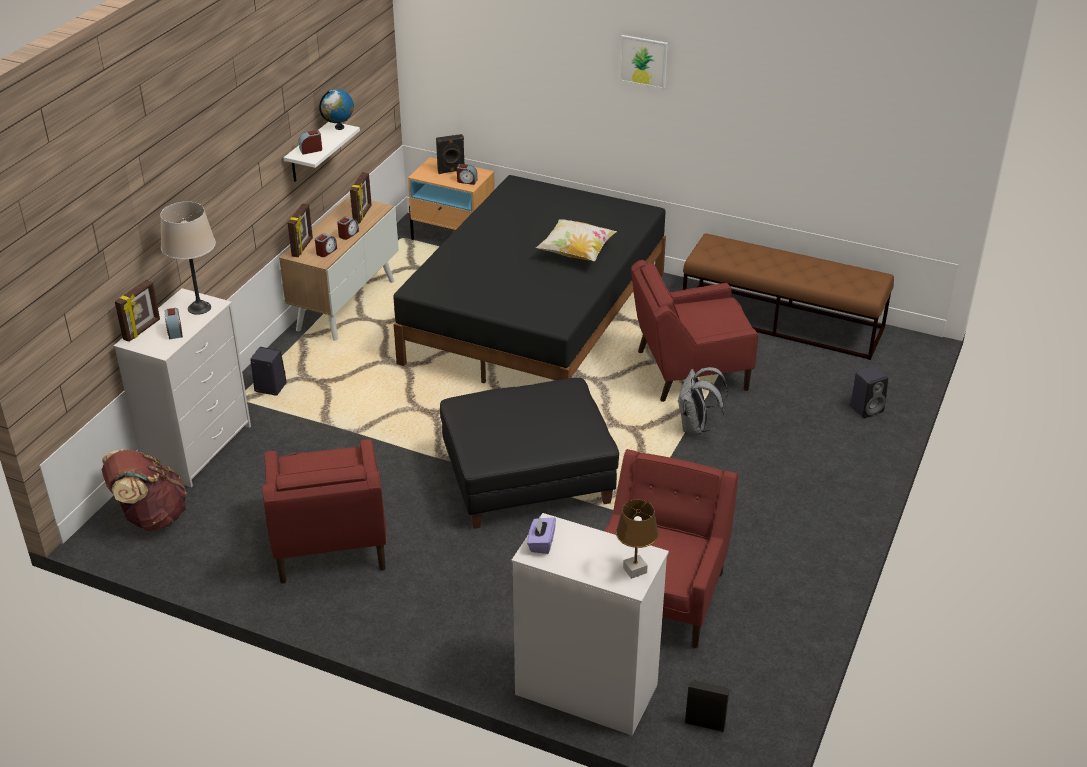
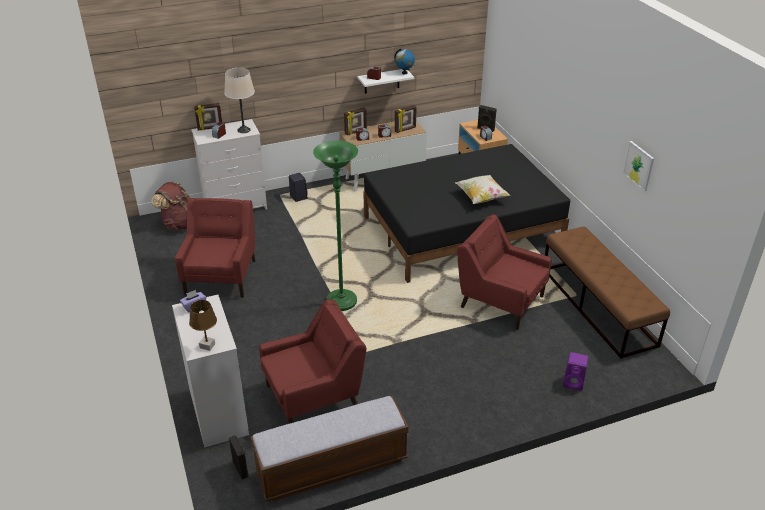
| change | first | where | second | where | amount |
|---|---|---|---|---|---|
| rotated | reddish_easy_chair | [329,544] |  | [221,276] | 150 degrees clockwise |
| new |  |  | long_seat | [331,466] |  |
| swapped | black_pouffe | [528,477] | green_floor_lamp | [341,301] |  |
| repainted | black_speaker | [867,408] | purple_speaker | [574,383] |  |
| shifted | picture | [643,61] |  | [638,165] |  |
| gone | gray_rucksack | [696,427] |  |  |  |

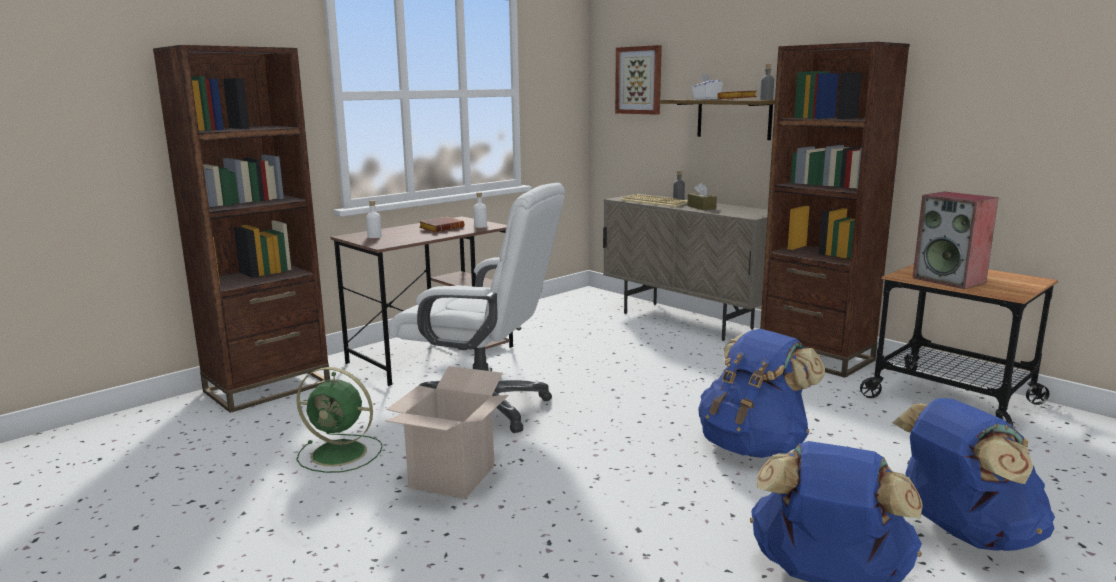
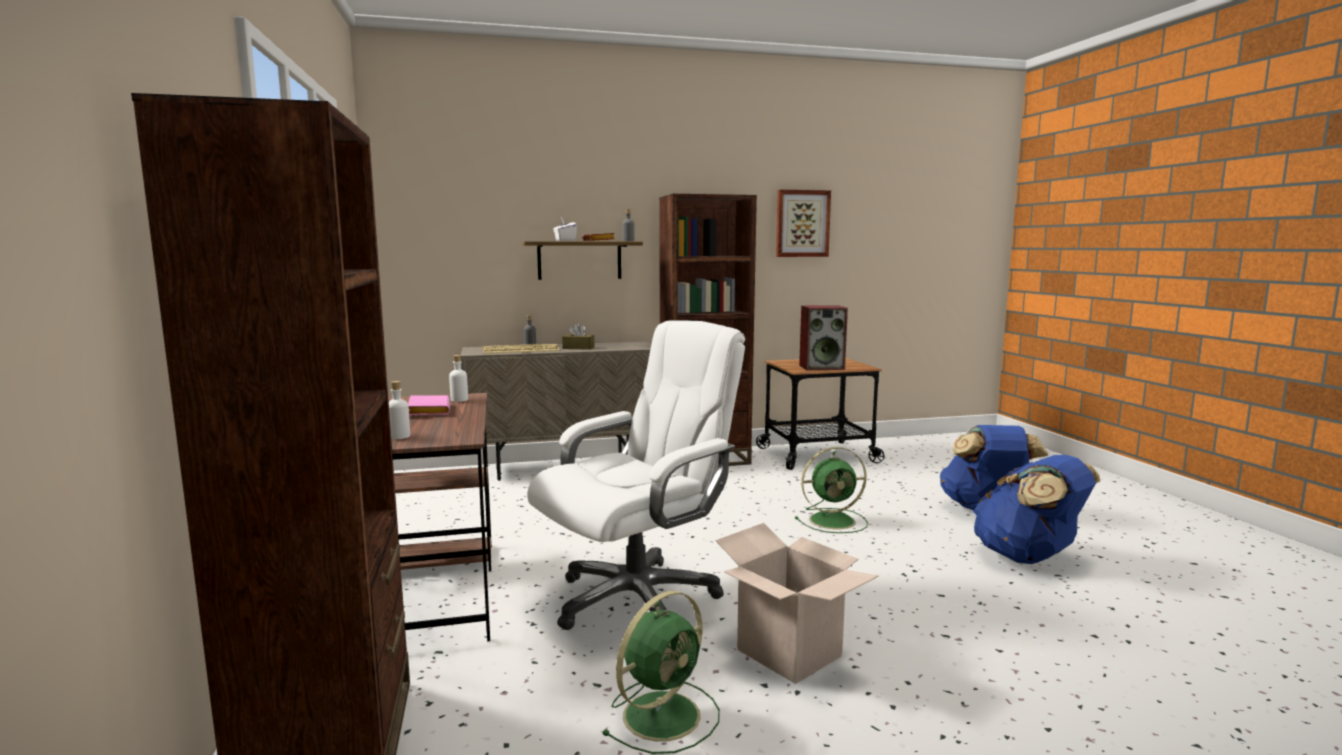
| change | first | where | second | where | amount |
|---|---|---|---|---|---|
| repainted | brown-coloured_volume | [442,228] | pink_volume | [427,410] |  |
| shifted | picture | [639,80] |  | [802,223] |  |
| swapped | blue_rucksack | [753,446] | green_electric_fan | [834,520] |  |

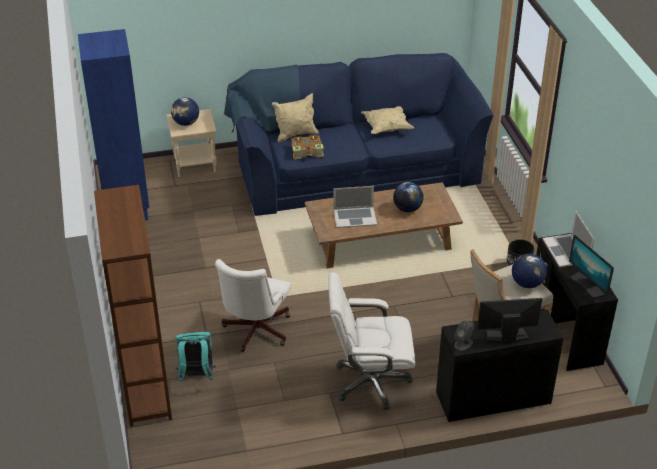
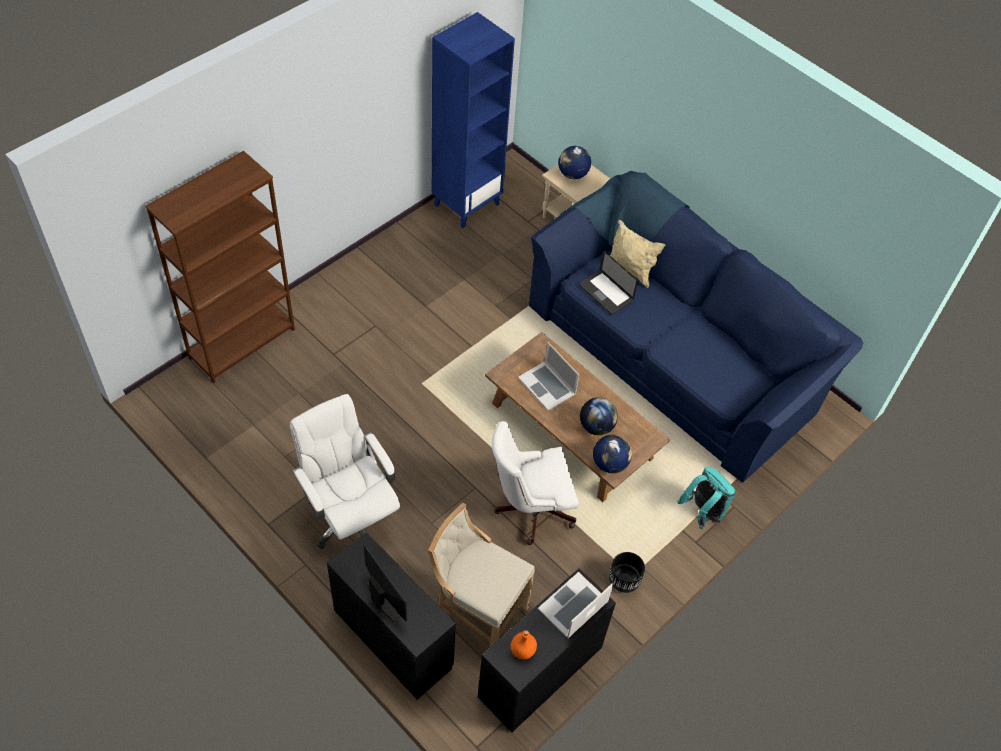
| change | first | where | second | where | amount |
|---|---|---|---|---|---|
| shifted | white-coloured_computer_chair | [254,332] |  | [529,509] |  |
| swapped | monitor | [587,285] | orange_drink_bottle | [523,650] |  |
| swapped | volume | [307,152] | notebook_computer | [605,293] |  |
| shifted | desk_globe | [527,283] |  | [610,463] |  |
| shifted | blue-green_rucksack | [196,376] |  | [702,512] |  |
| gone | beige-coloured_cushion | [386,128] |  |  |  |
| gone | gray_speaker | [463,344] |  |  |  |

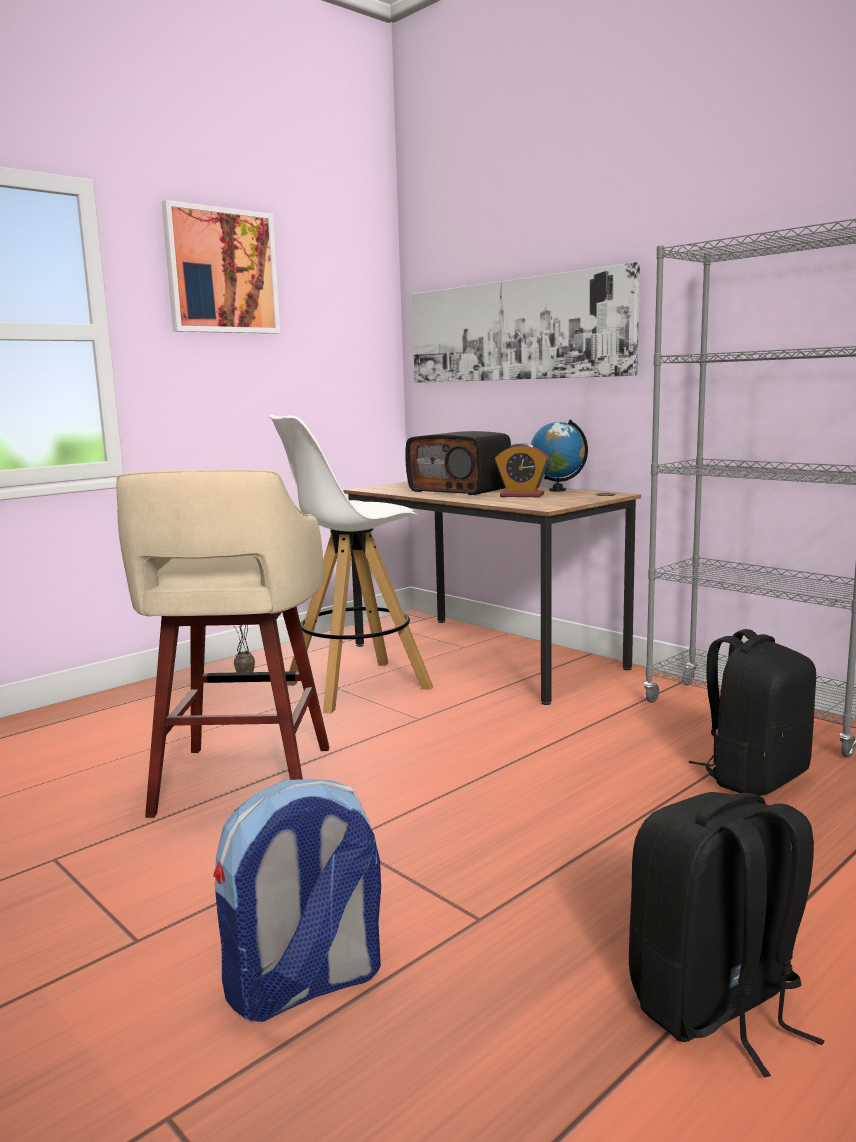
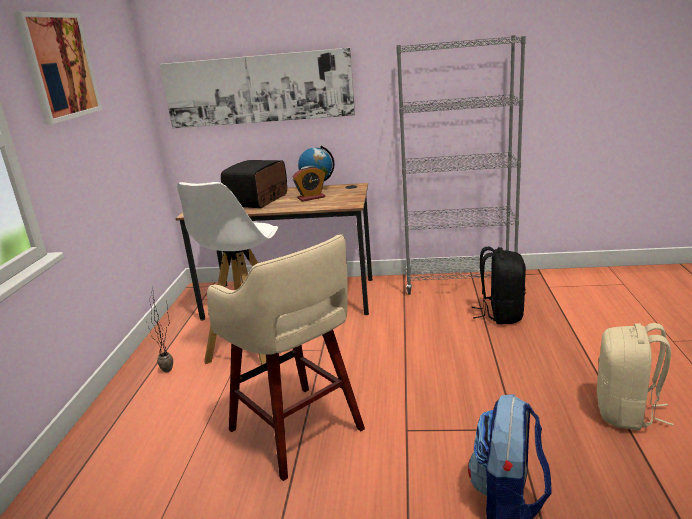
| change | first | where | second | where | amount |
|---|---|---|---|---|---|
| rotated | radio_receiver | [461,489] |  | [258,200] | 120 degrees clockwise |
| repainted | black_rucksack | [716,1007] | beige-coloured_rucksack | [626,412] |  |

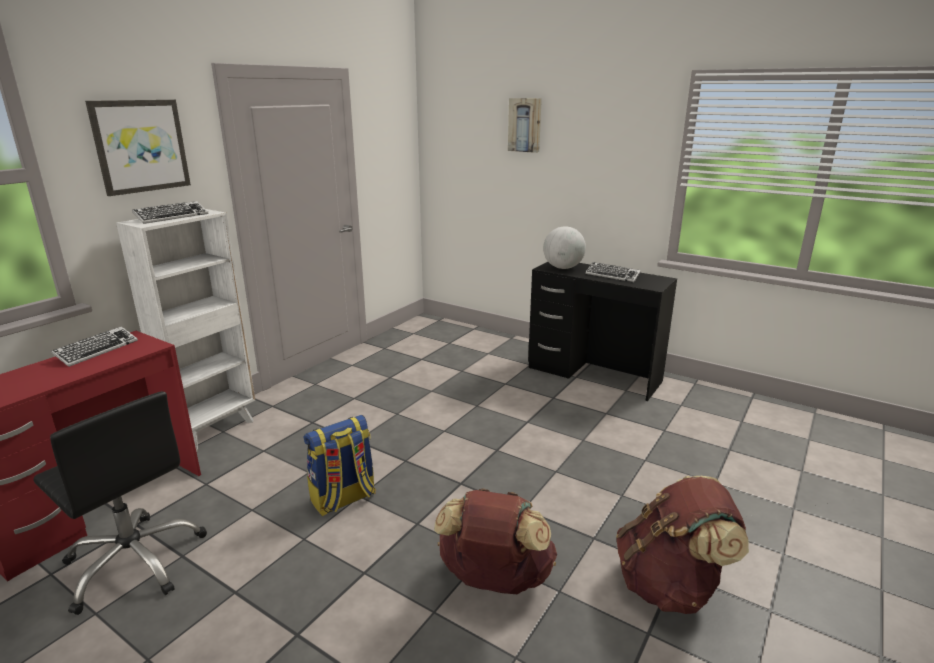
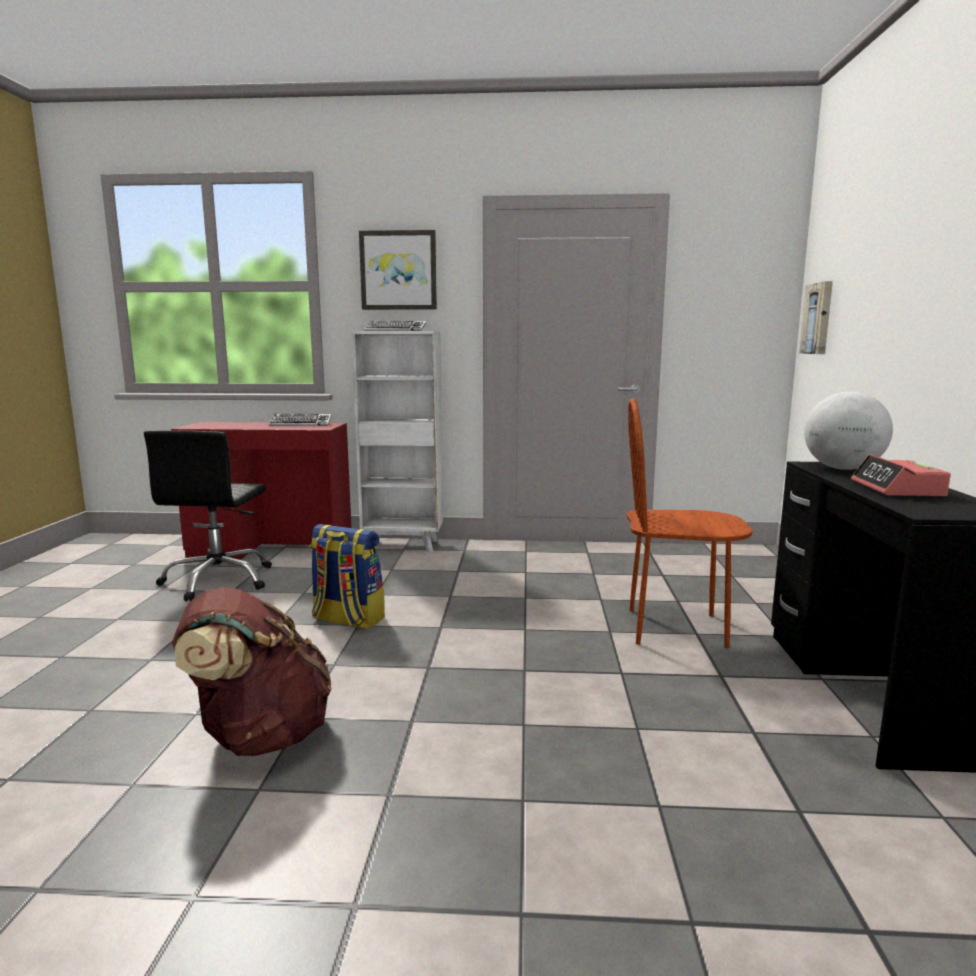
| change | first | where | second | where | amount |
|---|---|---|---|---|---|
| new |  |  | brown-coloured_upright_chair | [676,628] |  |
| shifted | picture | [525,125] |  | [818,318] |  |
| swapped | computer_keyboard | [612,275] | table_clock | [897,489] |  |
| gone | brown-coloured_rucksack | [670,585] |  |  |  |

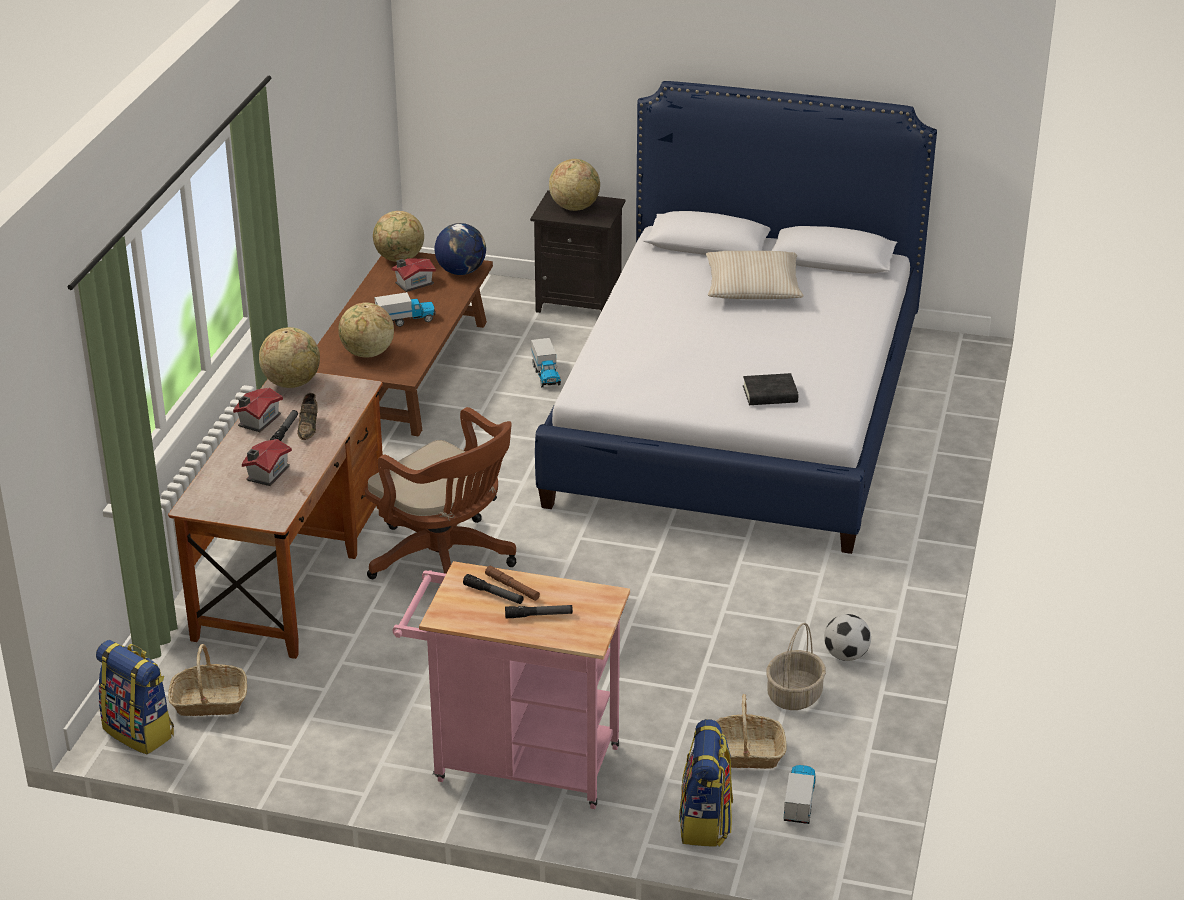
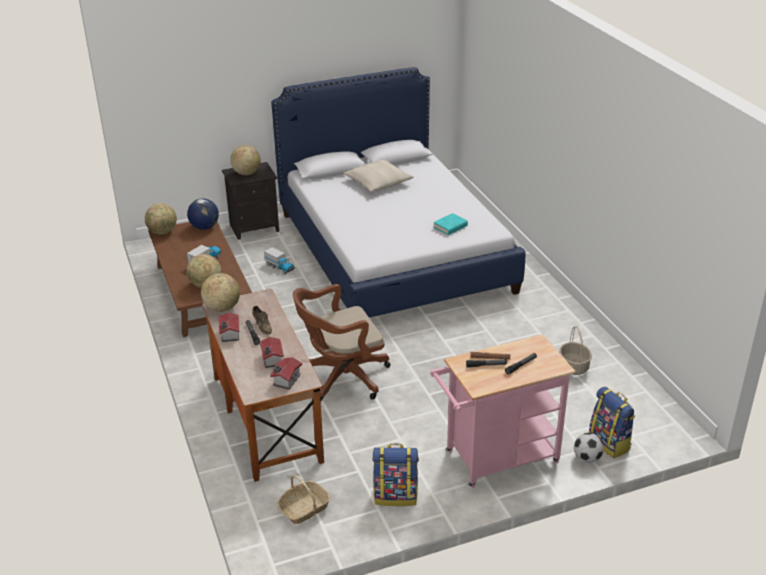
| change | first | where | second | where | amount |
|---|---|---|---|---|---|
| shifted | toy_house | [413,283] |  | [286,380] |  |
| rotated | brown-coloured_computer_chair | [446,562] |  | [341,378] | 150 degrees clockwise |
| shifted | rucksack | [140,731] |  | [396,496] |  |
| repainted | black_volume | [770,394] | blue-green_volume | [450,227] |  |
| shifted | ball_for_football | [846,655] |  | [587,458] |  |
| gone | household_basket | [744,753] |  |  |  |
| gone | toy_lorry | [799,803] |  |  |  |

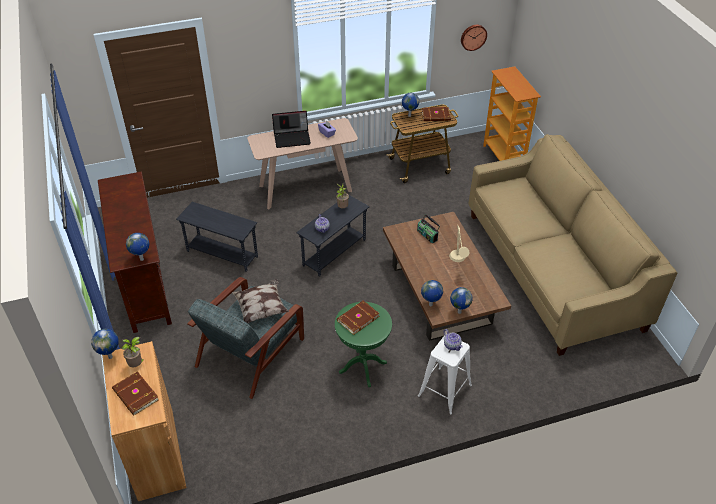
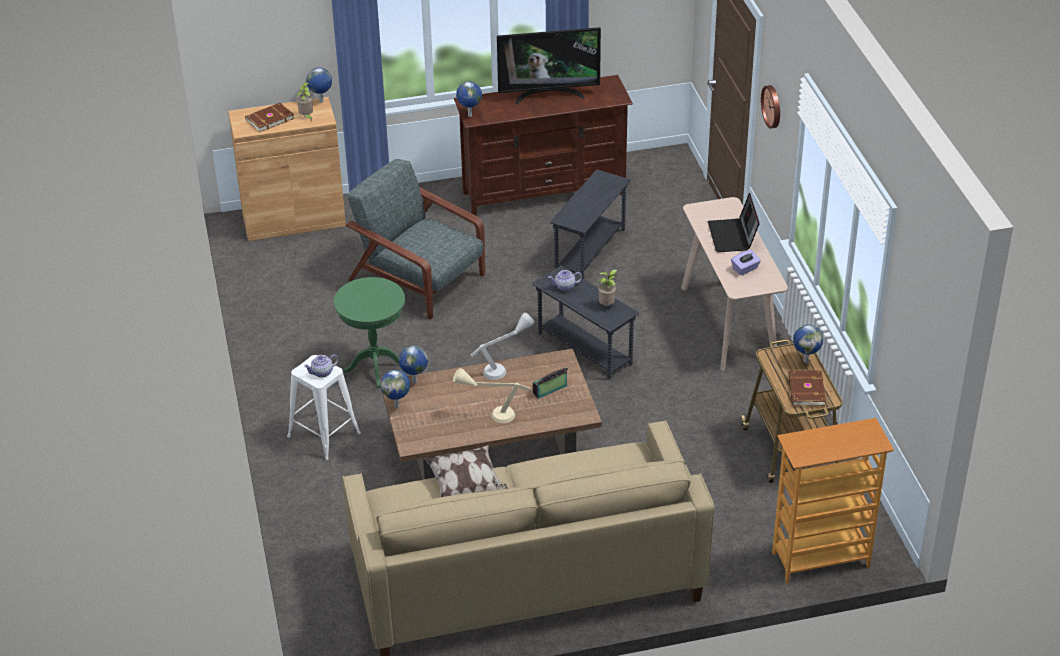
| change | first | where | second | where | amount |
|---|---|---|---|---|---|
| shifted | cushion | [261,308] |  | [466,486] |  |
| new |  |  | gray_lamp_for_a_table | [504,367] |  |
| new |  |  | TV | [548,94] |  |
| shifted | wall_clock | [473,37] |  | [773,106] |  |
| gone | brown-coloured_volume | [357,318] |  |  |  |

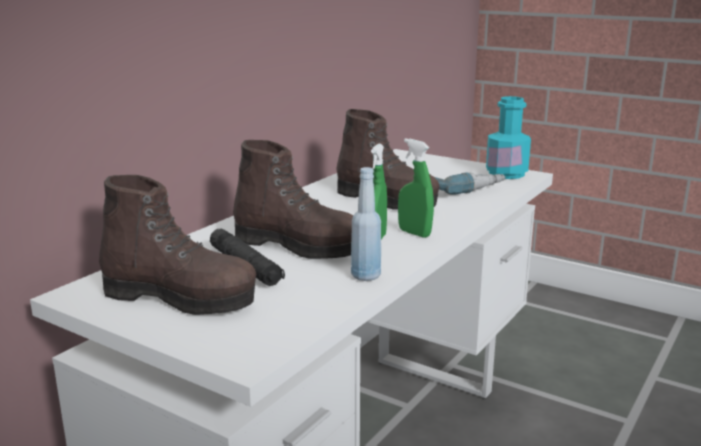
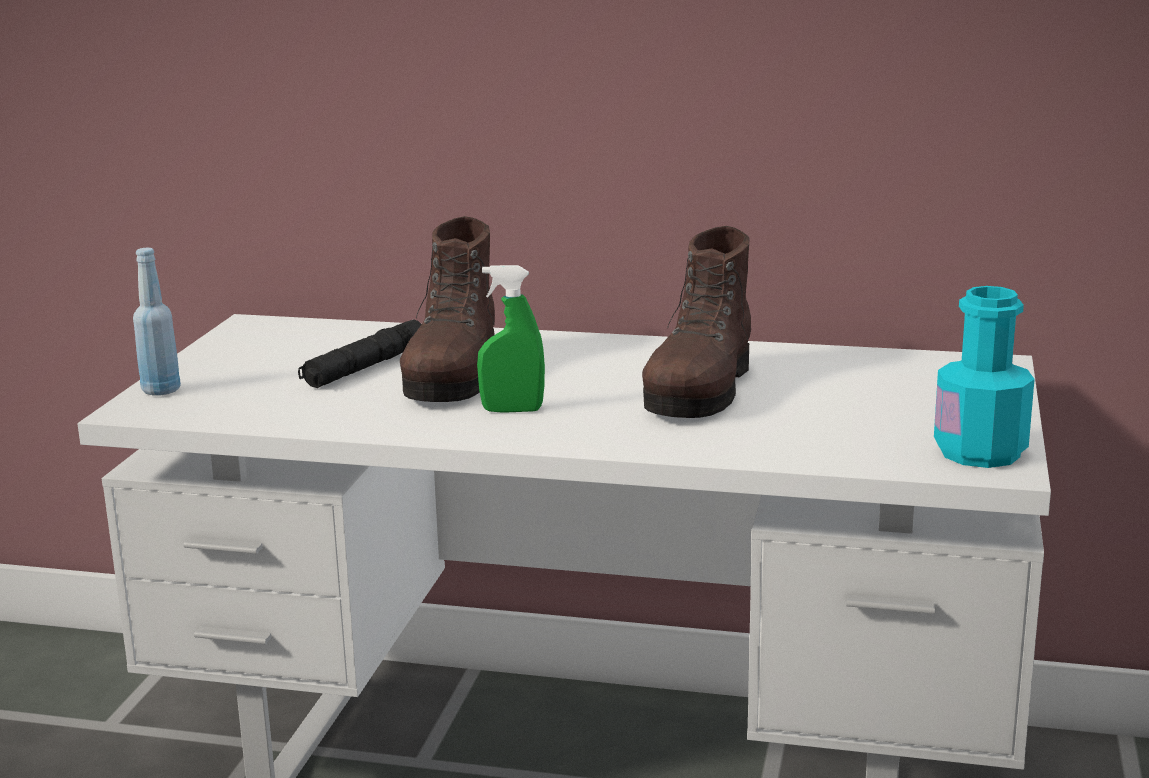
| change | first | where | second | where | amount |
|---|---|---|---|---|---|
| shifted | blue_drink_bottle | [365,276] |  | [161,390] |  |
| gone | brown-coloured_boot | [180,297] |  |  |  |
| gone | green_sprayer | [414,233] |  |  |  |
| gone | power_drill | [461,188] |  |  |  |

